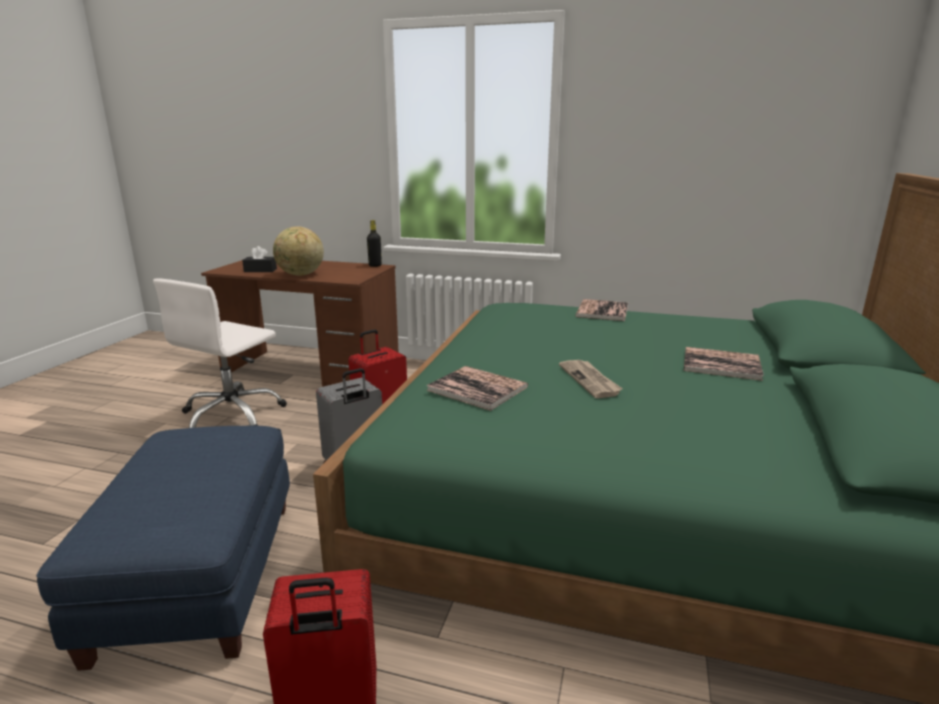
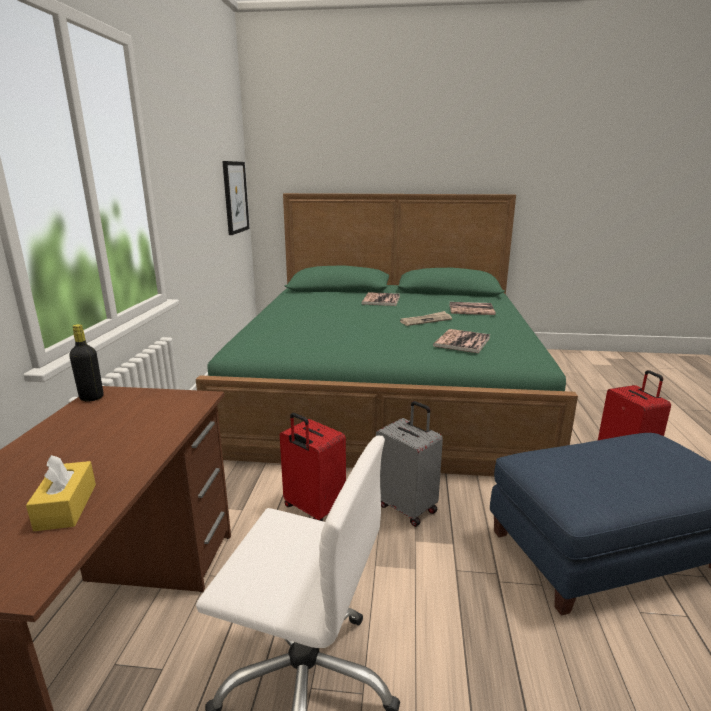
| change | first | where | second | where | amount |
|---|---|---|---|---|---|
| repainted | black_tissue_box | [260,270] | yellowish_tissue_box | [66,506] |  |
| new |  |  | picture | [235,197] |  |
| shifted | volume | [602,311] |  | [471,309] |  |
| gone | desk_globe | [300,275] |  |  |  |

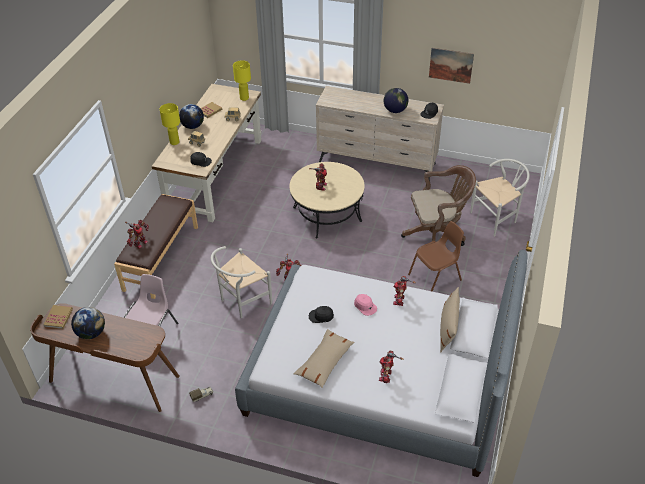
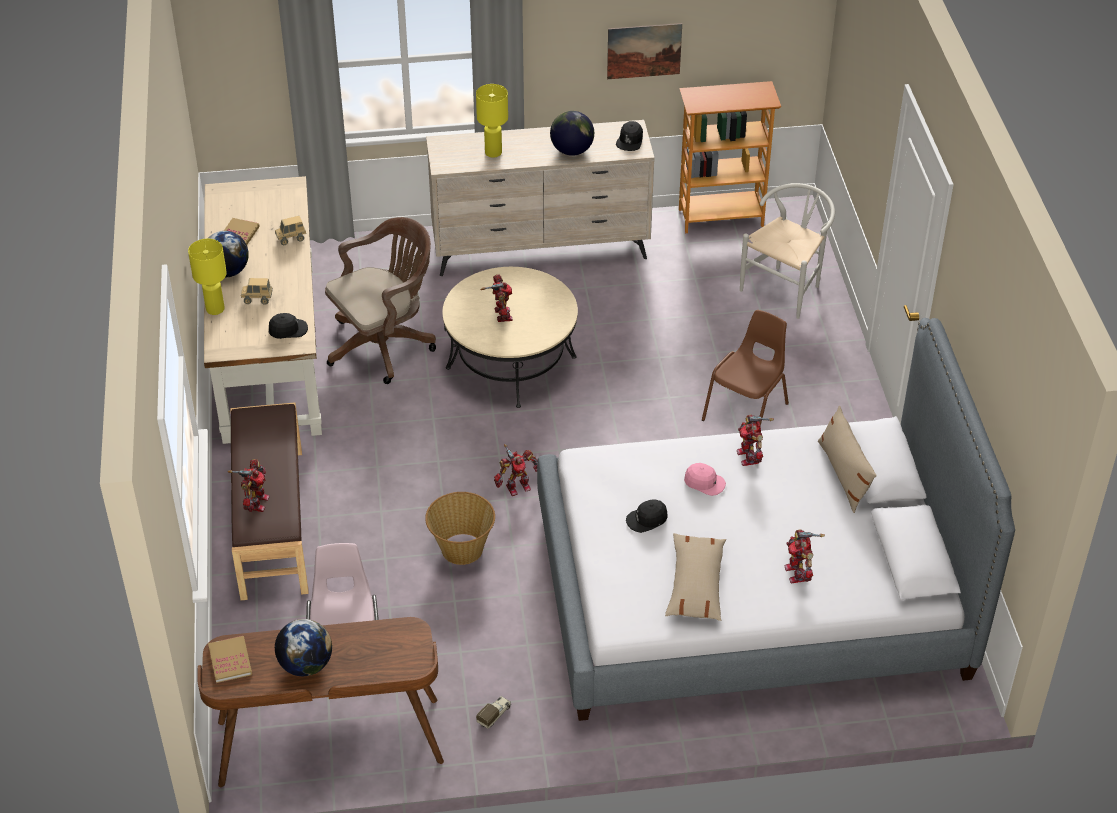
| change | first | where | second | where | amount |
|---|---|---|---|---|---|
| shifted | brown-coloured_computer_chair | [437,234] |  | [385,344] |  |
| swapped | white-coloured_upright_chair | [242,302] | household_basket | [462,549] |  |
| shifted | yellowish_lamp_for_a_table | [244,98] |  | [493,152] |  |
| new |  |  | shelving_unit | [721,217] |  |

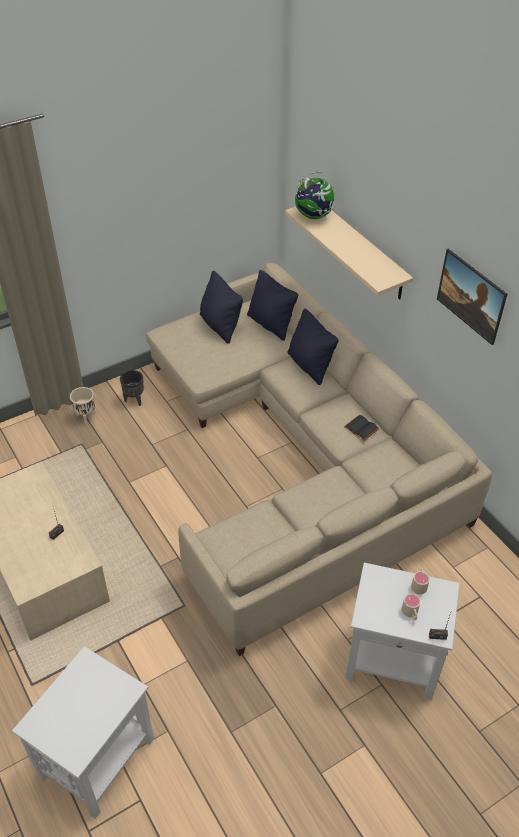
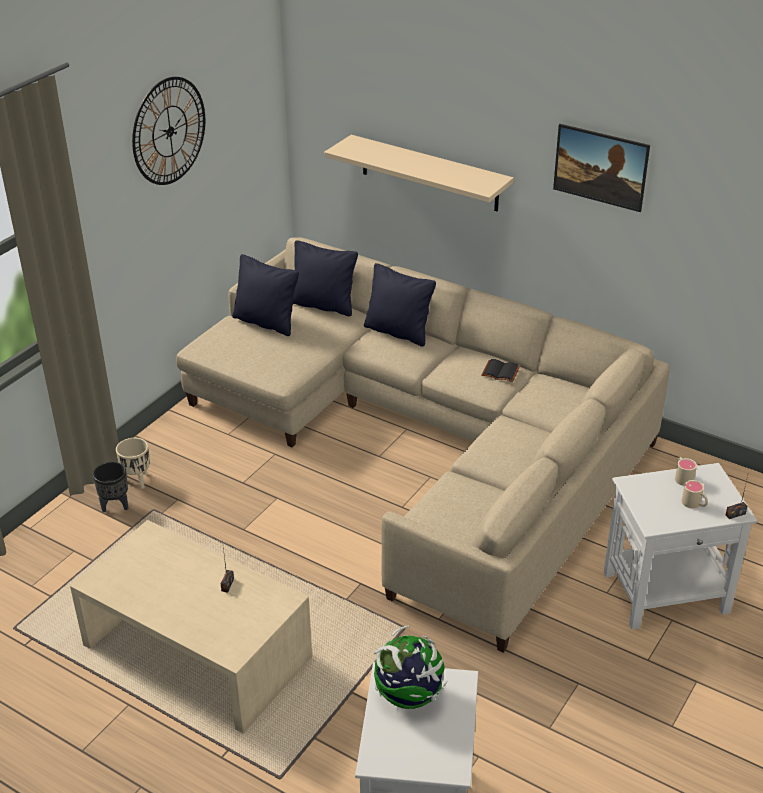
| change | first | where | second | where | amount |
|---|---|---|---|---|---|
| shifted | black_plant_pot | [134,399] |  | [115,505] |  |
| new |  |  | wall_clock | [169,131] |  |
| shifted | desk_globe | [314,216] |  | [409,696] |  |

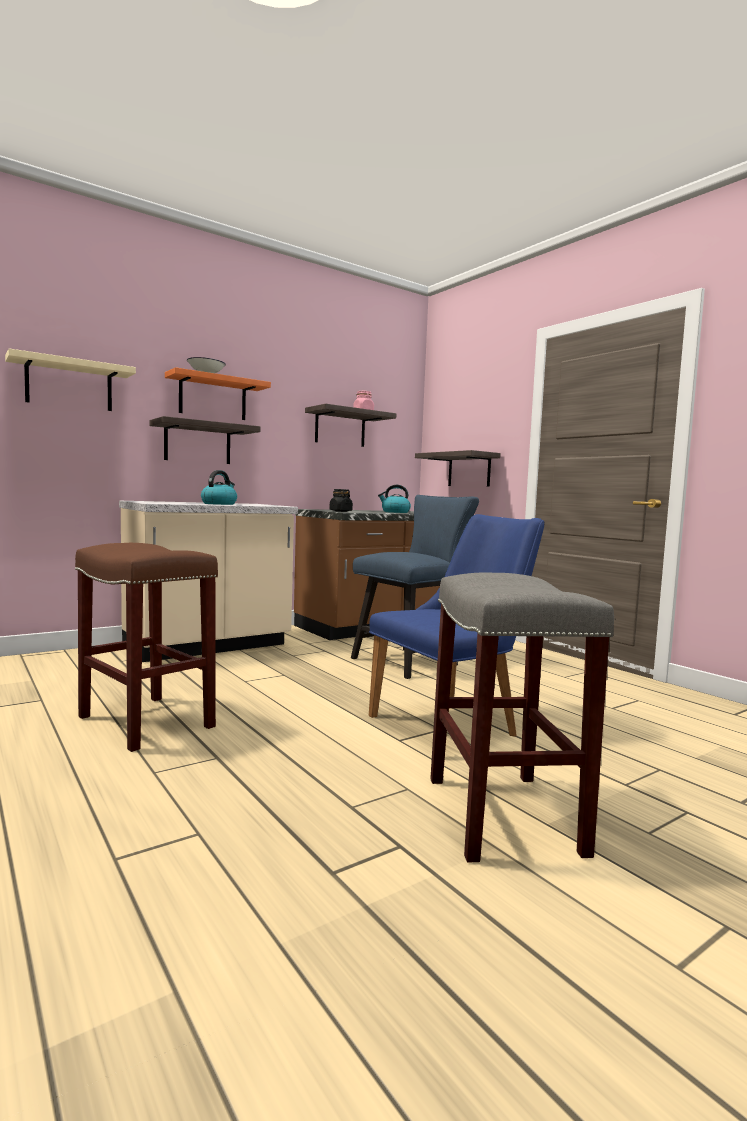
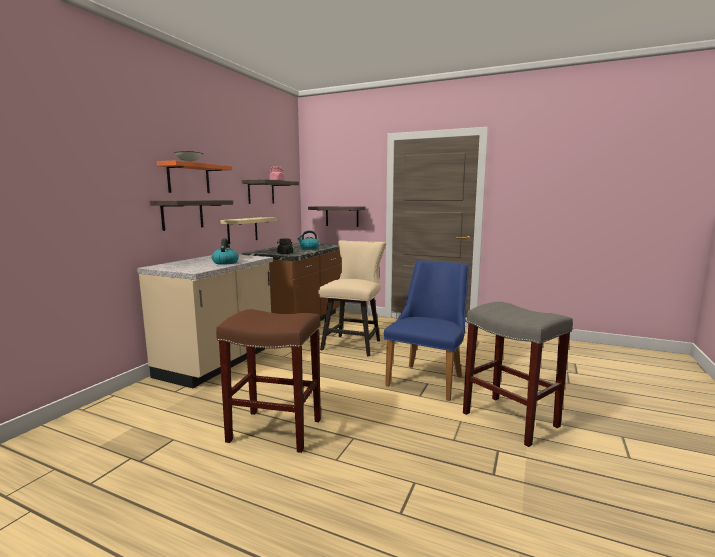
| change | first | where | second | where | amount |
|---|---|---|---|---|---|
| shifted | beige-coloured_bracket_shelf | [69,385] |  | [242,230] |  |
| repainted | blue_upright_chair | [410,661] | beige-coloured_upright_chair | [354,344] |  |

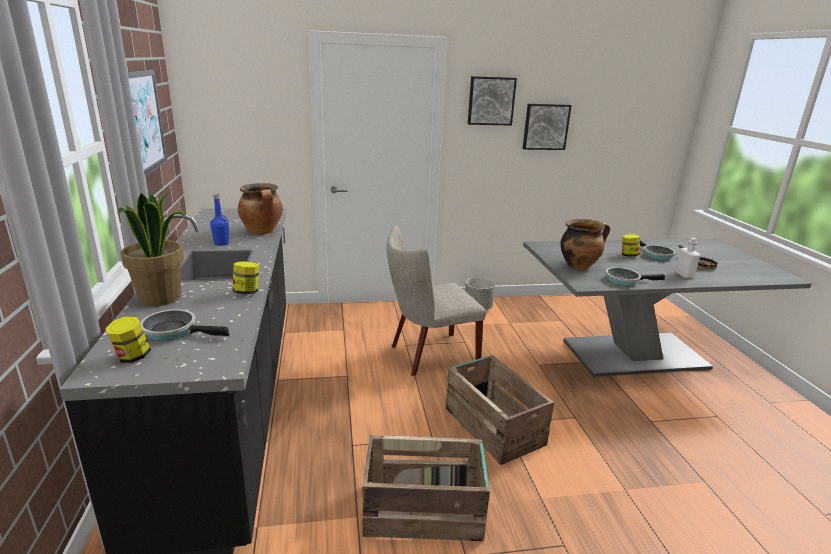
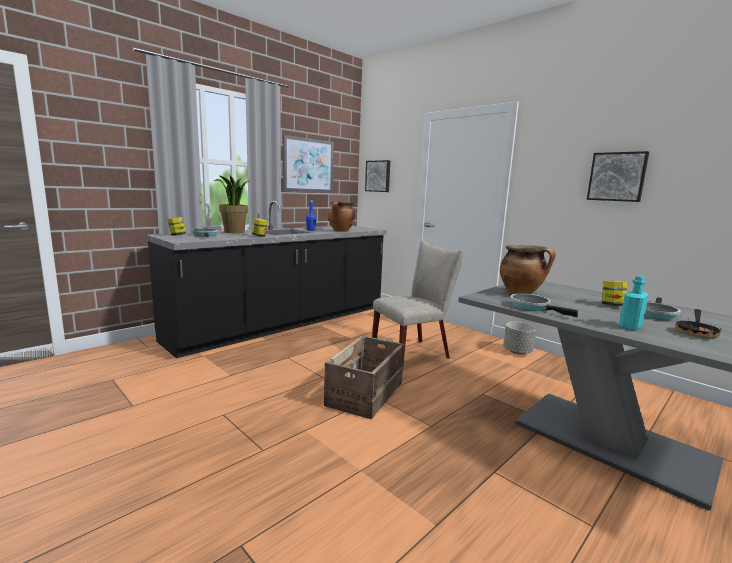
| change | first | where | second | where | amount |
|---|---|---|---|---|---|
| shifted | picture | [491,101] |  | [378,176] |  |
| rotated | beige-coloured_upright_chair | [428,355] |  | [414,352] | 120 degrees clockwise |
| repainted | white-coloured_drink_bottle | [684,275] | blue-green_drink_bottle | [630,327] |  |
| gone | crate | [425,511] |  |  |  |

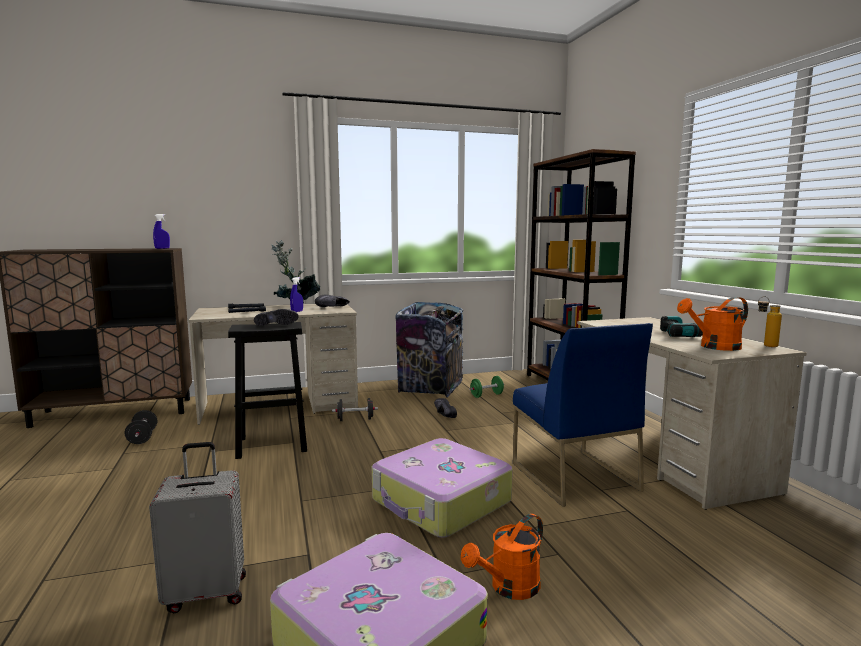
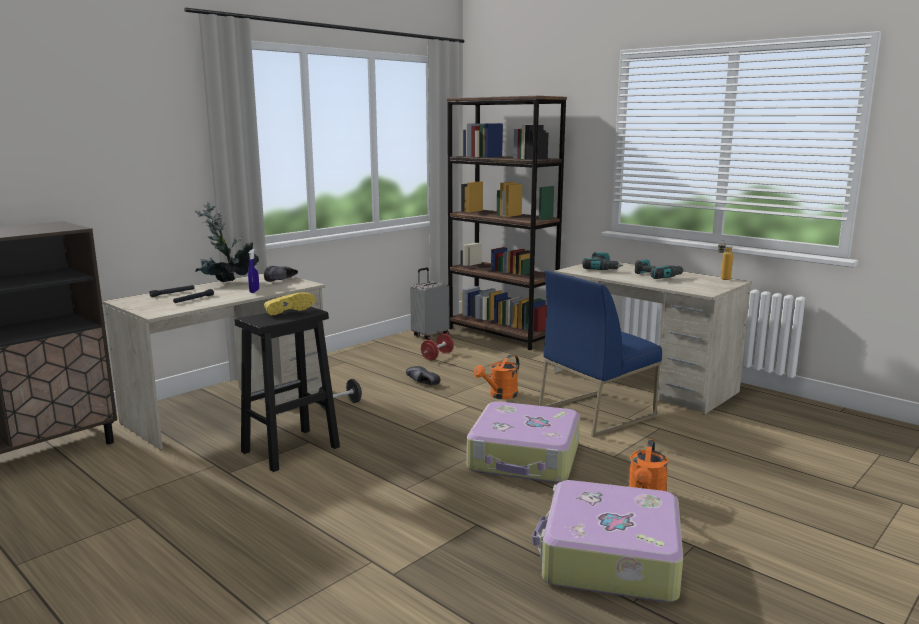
| change | first | where | second | where | amount |
|---|---|---|---|---|---|
| repainted | black_shoe | [277,324] | yellowish_shoe | [288,311] |  |
| shifted | gray_travel_case | [206,592] |  | [430,335] |  |
| repainted | green_dumbbell | [486,395] | reddish_dumbbell | [437,356] |  |
| shifted | orange_watering_pot | [714,347] |  | [500,396] |  |
| rotated | blue_upright_chair | [572,476] |  | [596,413] | 105 degrees clockwise |
| new |  |  | power_drill | [602,268] |  |
| gone | black_dumbbell | [142,437] |  |  |  |
| gone | blue_sprayer | [162,248] |  |  |  |
| gone | trash_can | [430,389] |  |  |  |

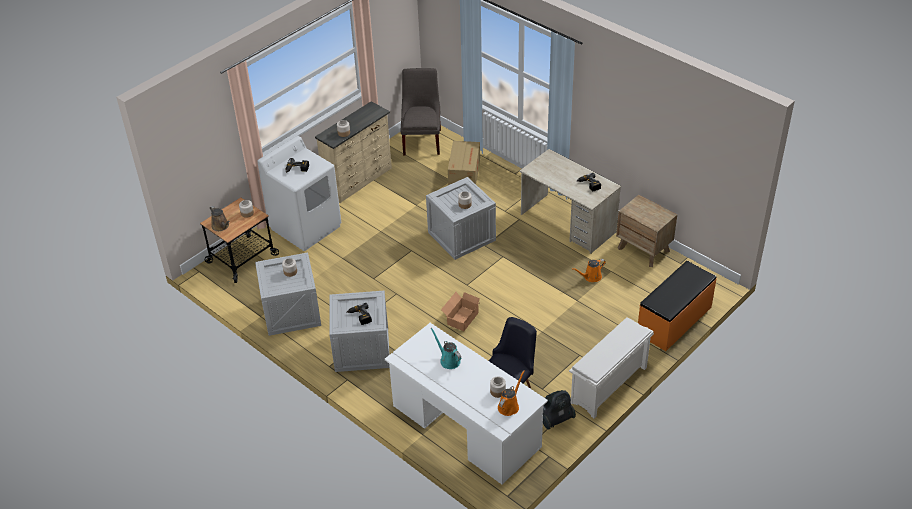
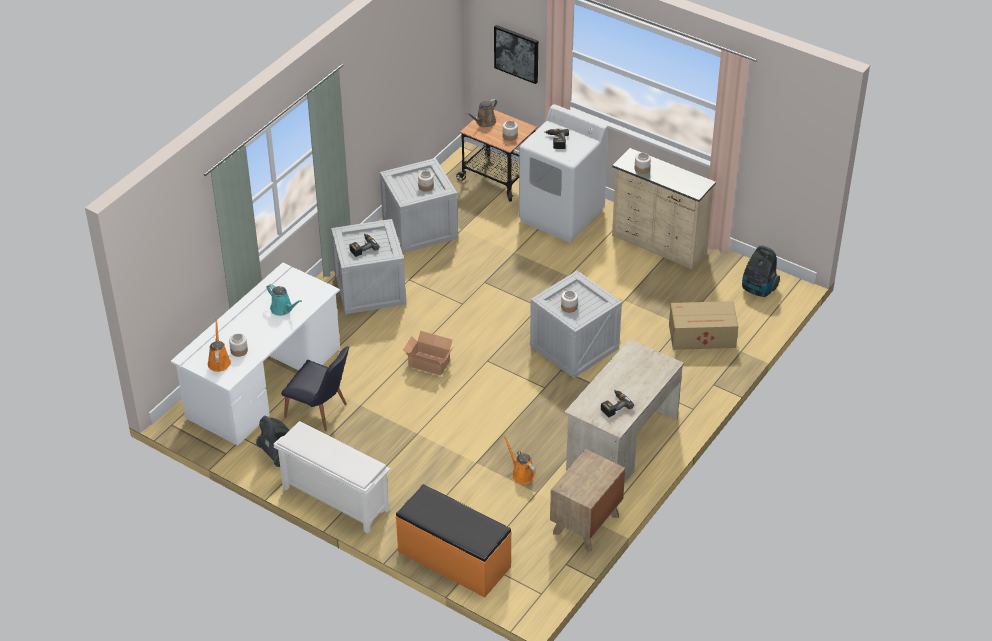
| change | first | where | second | where | amount |
|---|---|---|---|---|---|
| rotated | orange_watering_pot | [509,406] |  | [219,361] | 120 degrees counterclockwise |
| rotated | blue-green_watering_pot | [448,360] |  | [283,309] | 90 degrees clockwise |
| new |  |  | picture | [517,53] |  |
| swapped | gray_upright_chair | [422,140] | hoover | [758,289] |  |

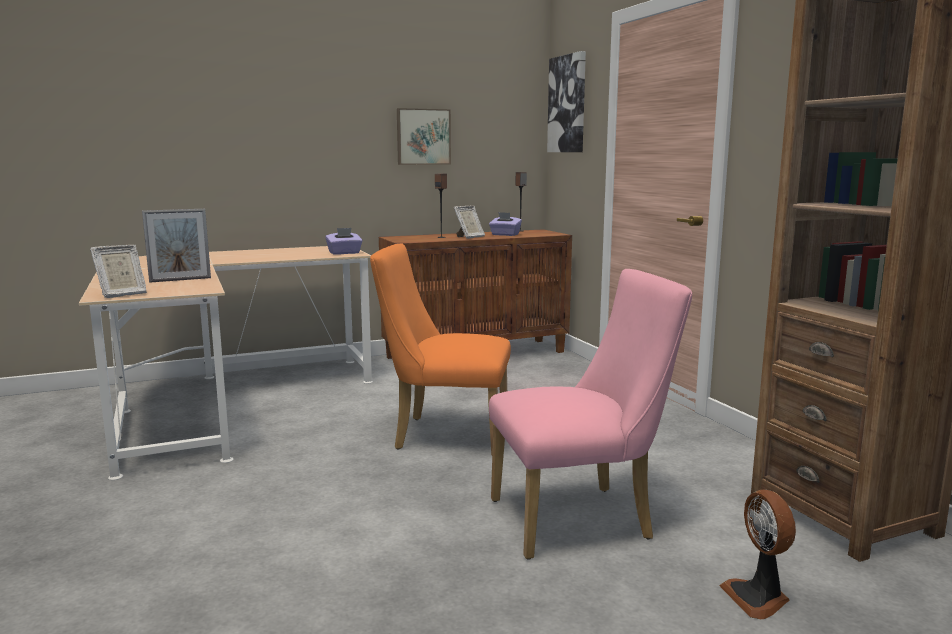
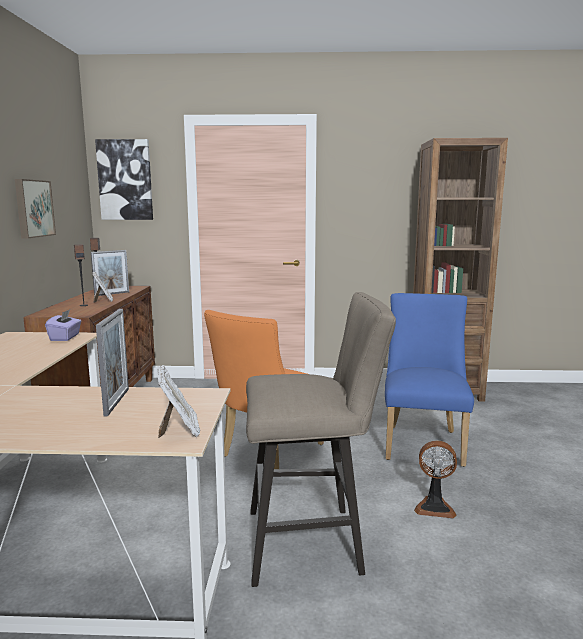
| change | first | where | second | where | amount |
|---|---|---|---|---|---|
| swapped | purple_tissue_box | [505,235] | photo_frame | [112,294] |  |
| new |  |  | beige-coloured_stool | [313,542] |  |
| repainted | pink_upright_chair | [581,519] | blue_upright_chair | [422,442] |  |
| shifted | electric_fan | [758,598] |  | [434,507] |  |

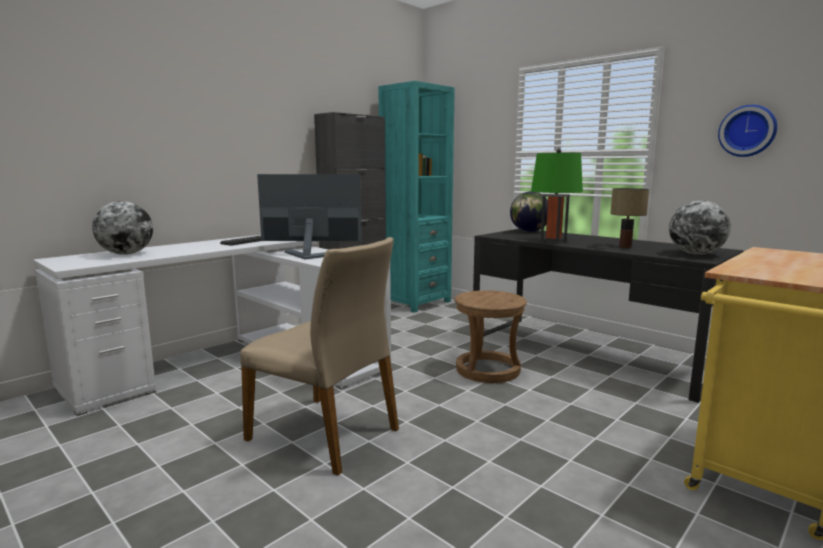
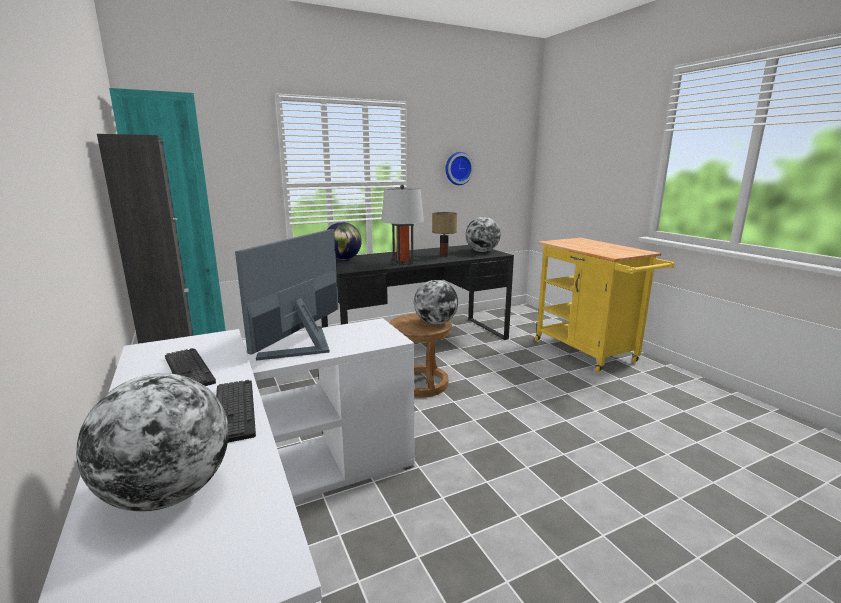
| change | first | where | second | where | amount |
|---|---|---|---|---|---|
| new |  |  | computer_keyboard | [234,410] |  |
| repainted | green_lamp_for_a_table | [553,241] | gray_lamp_for_a_table | [403,263] |  |
| new |  |  | desk_globe | [435,323] |  |
| gone | beige-coloured_upright_chair | [326,434] |  |  |  |

